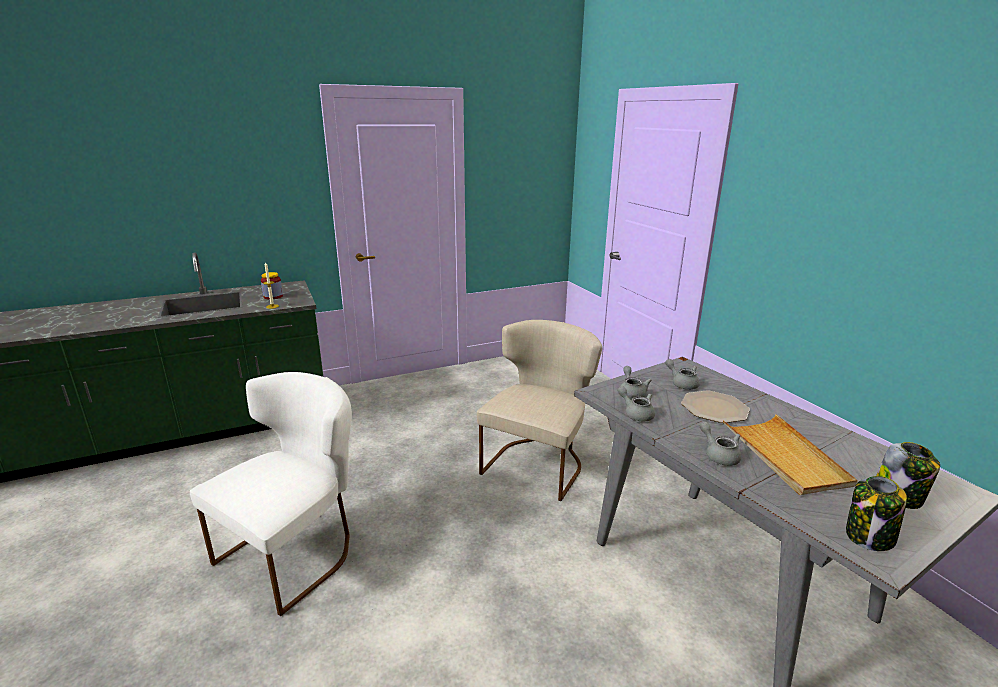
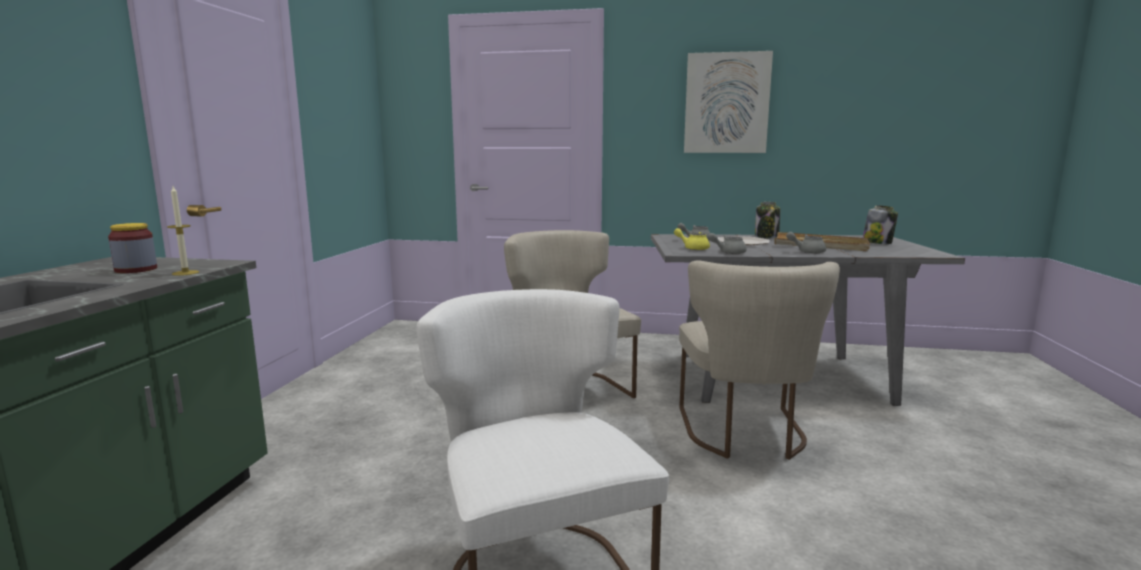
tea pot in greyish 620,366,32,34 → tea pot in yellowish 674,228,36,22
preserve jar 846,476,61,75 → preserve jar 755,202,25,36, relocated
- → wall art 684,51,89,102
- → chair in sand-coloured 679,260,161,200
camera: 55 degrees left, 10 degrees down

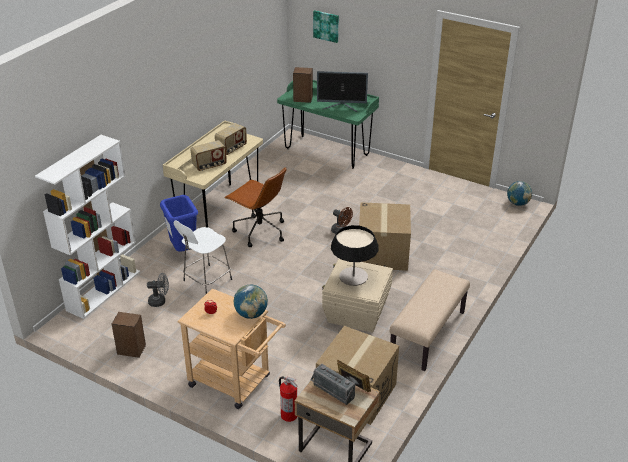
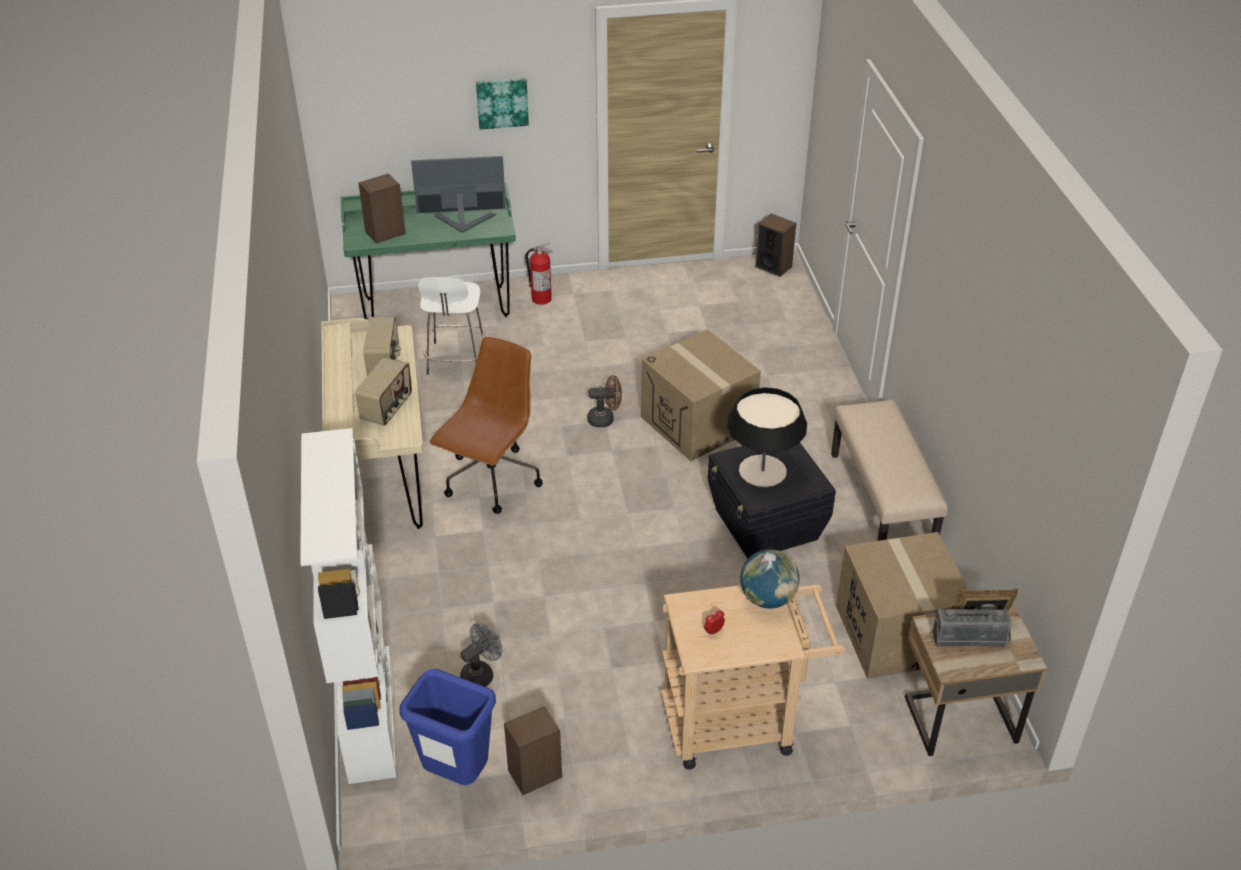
wall art 313,10,26,33 → wall art 476,78,53,52, relocated
computer screen 317,71,51,41 → computer screen 411,156,95,77, 150 degrees counterclockwise
computer chair in brown 225,167,62,80 → computer chair in brown 430,337,113,177, 60 degrees counterclockwise
globe 507,181,25,25 → loudspeaker 755,214,41,63
trash can in bluish 160,195,38,57 → trash can in bluish 399,669,97,116, relocated
stool in white 174,221,58,73 → stool in white 418,277,66,98, relocated
storage container in sand-coloured 322,259,71,74 → storage container in blackish 708,443,128,116
extinguisher 279,377,19,45 → extinguisher 526,242,26,63, relocated
camera: 40 degrees left, 5 degrees up

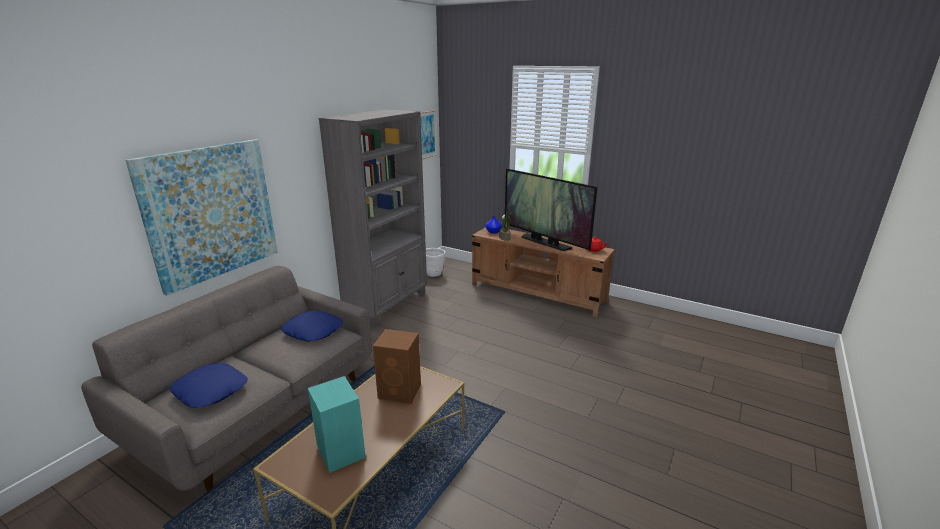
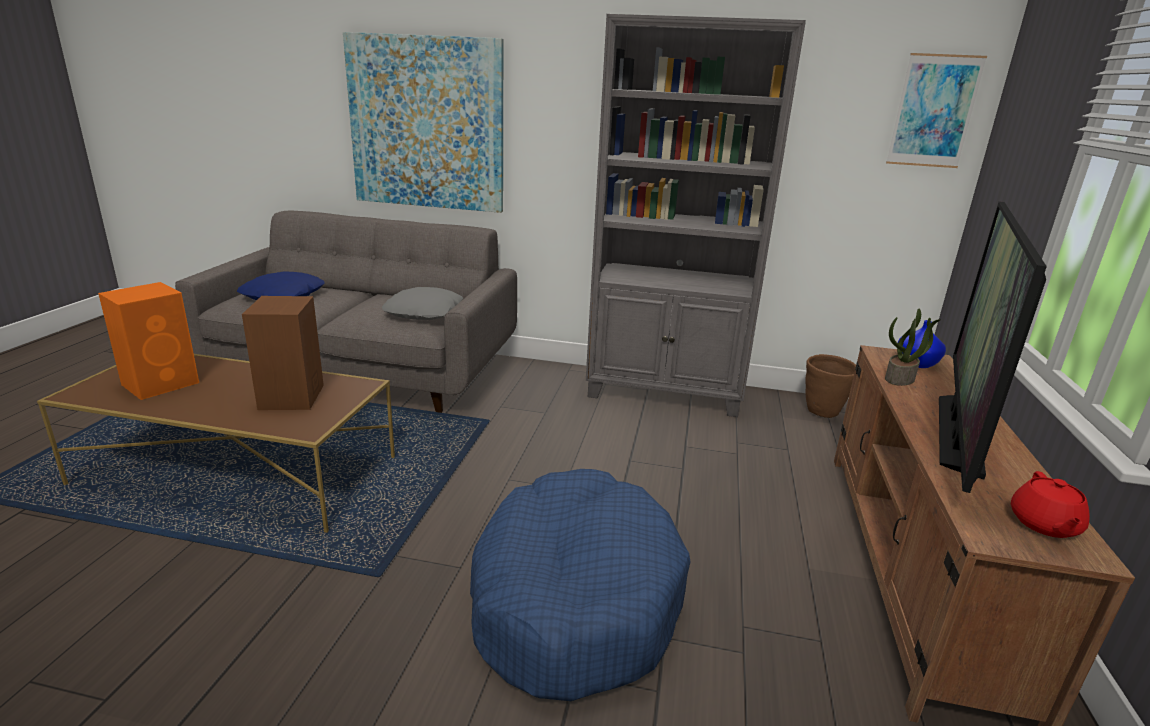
planter in white 426,248,19,29 → planter in brown 805,354,51,64
throw pillow in bluish 281,311,62,31 → throw pillow in greyish 382,287,81,33
loudspeaker in turquoise 308,376,58,97 → loudspeaker in orangey 98,282,101,118
- → dog bed in bluish 470,469,221,232
camera: 70 degrees right, 0 degrees up

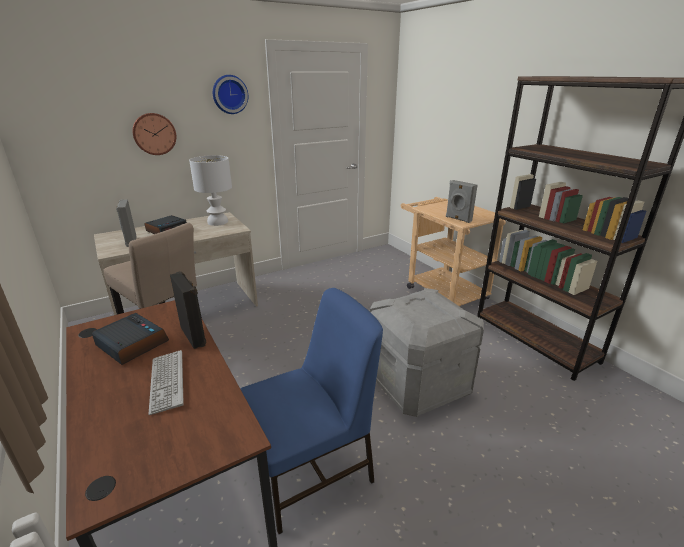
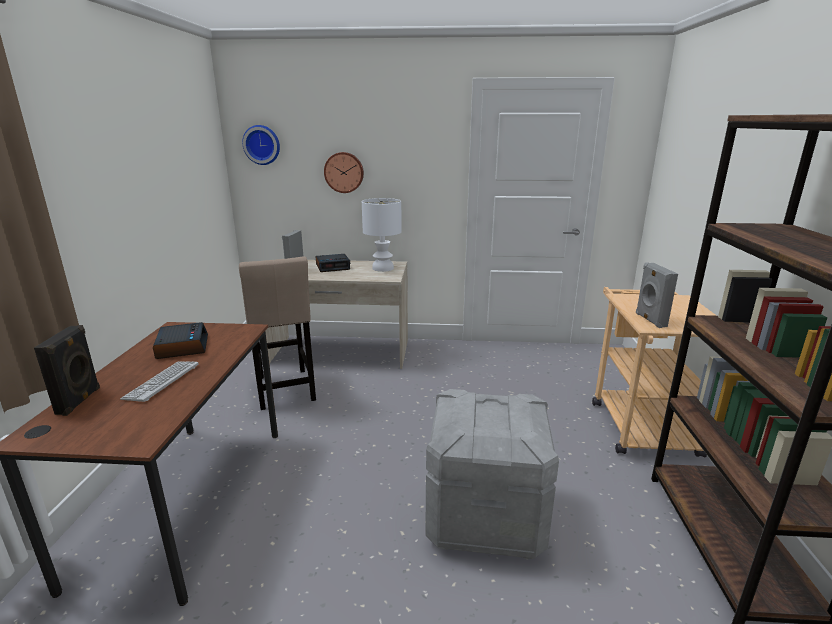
hanging clock 213,75,35,39 → hanging clock 242,125,38,40, relocated
loudspeaker in blackish 170,271,36,78 → loudspeaker in blackish 34,325,66,91, relocated
chair in bluish 240,288,143,246 → -
camera: 35 degrees right, 5 degrees down

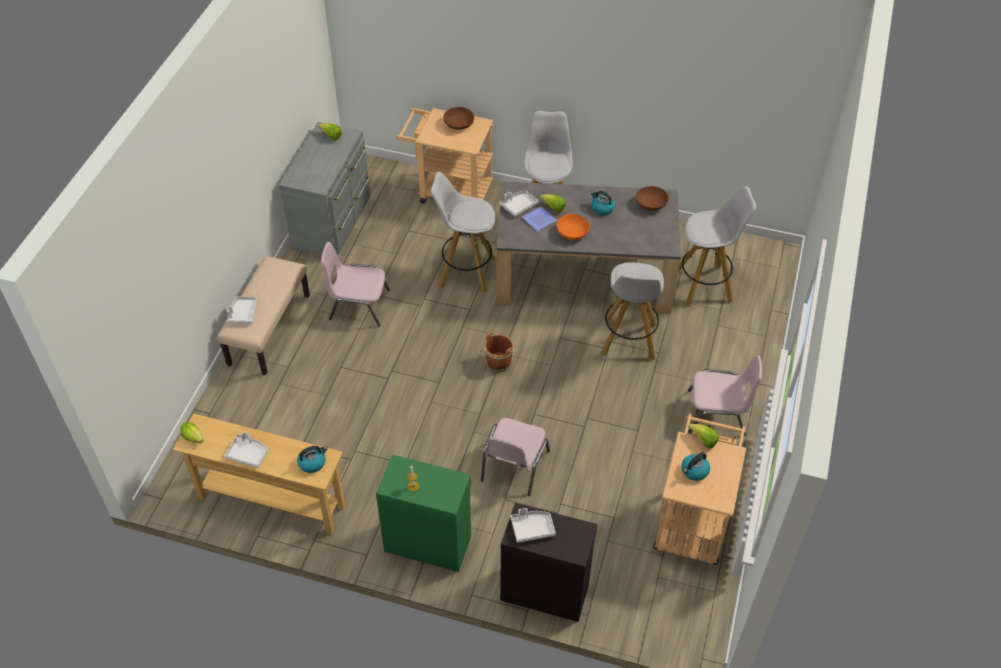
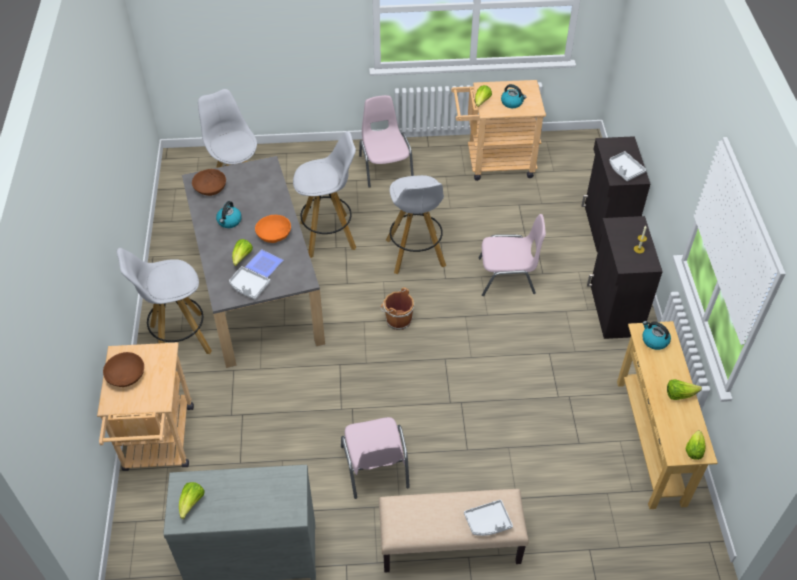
stool in white 431,172,64,121 → stool in white 386,175,60,99, relocated
serving tray in white 225,432,43,36 → lettuce 667,379,35,21
cupboard in green-coloured 376,454,95,118 → cupboard in blackish 587,216,76,123
camera: 110 degrees left, 0 degrees up

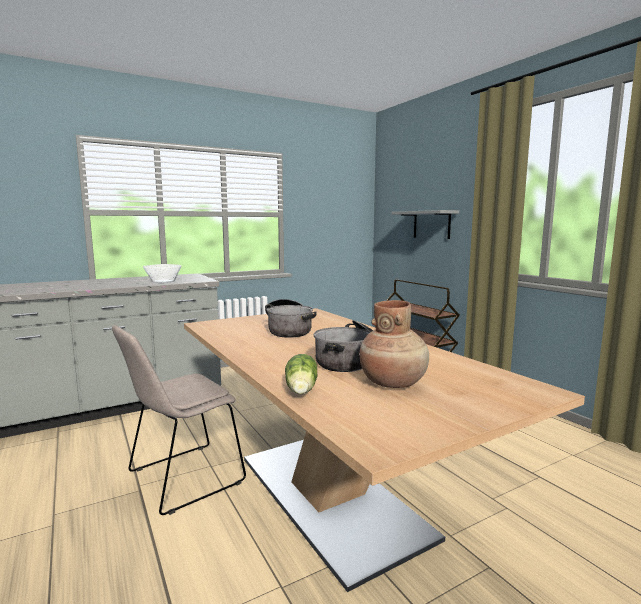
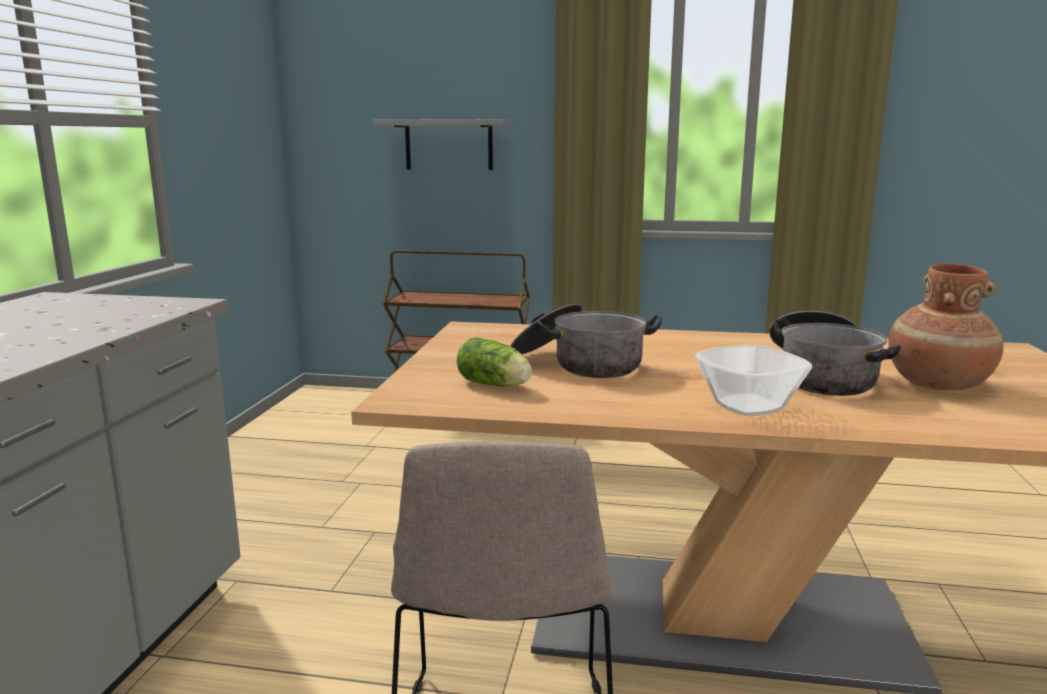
bowl 143,264,38,19 → bowl 695,345,117,71, relocated
lettuce 285,354,33,41 → lettuce 457,337,75,49, relocated
camera: 50 degrees left, 5 degrees up

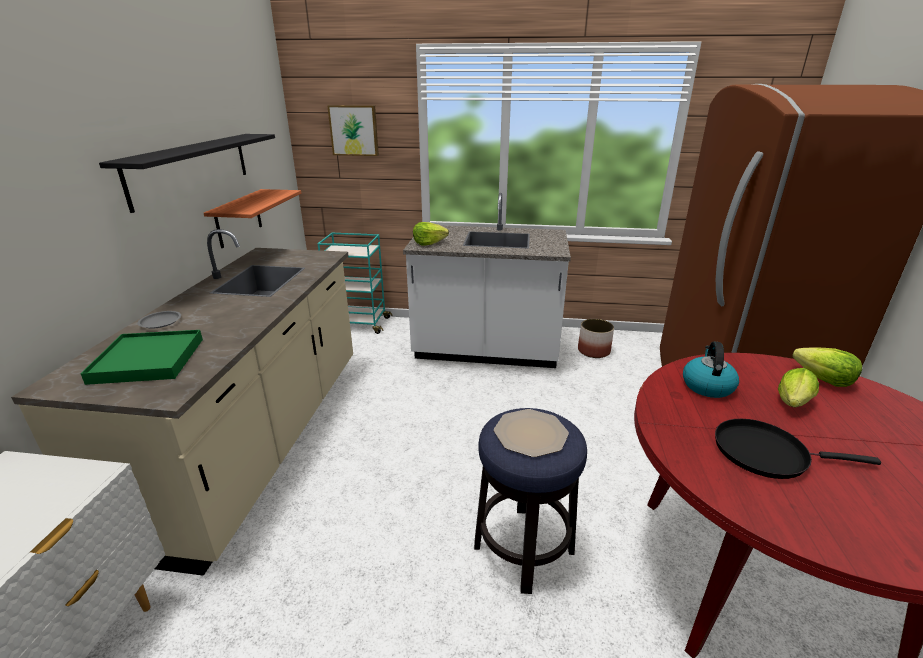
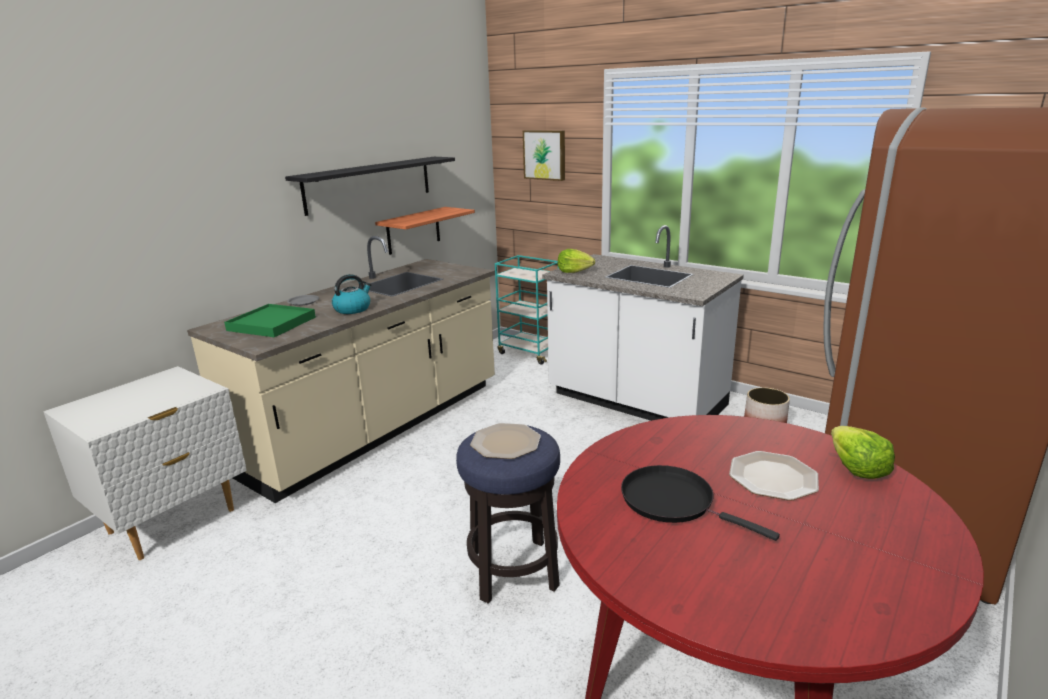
tea kettle 683,341,56,57 → tea kettle 332,274,40,40, relocated
lettuce 778,368,41,40 → plate 729,451,90,50
camera: 30 degrees right, 5 degrees down

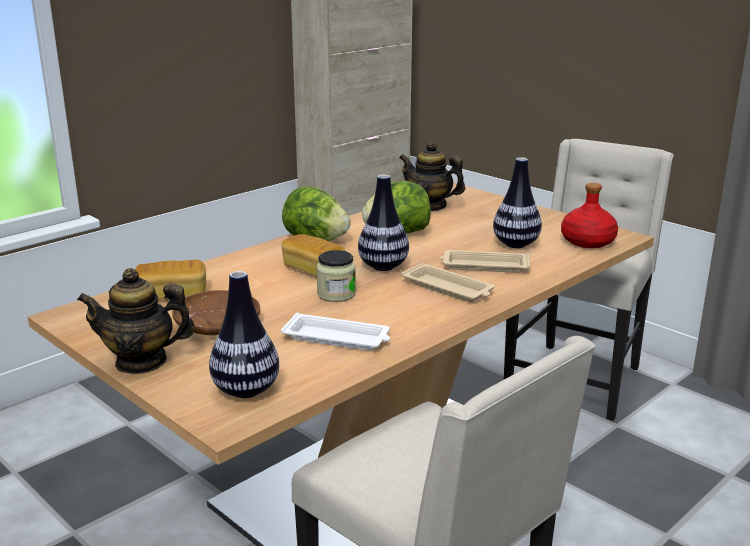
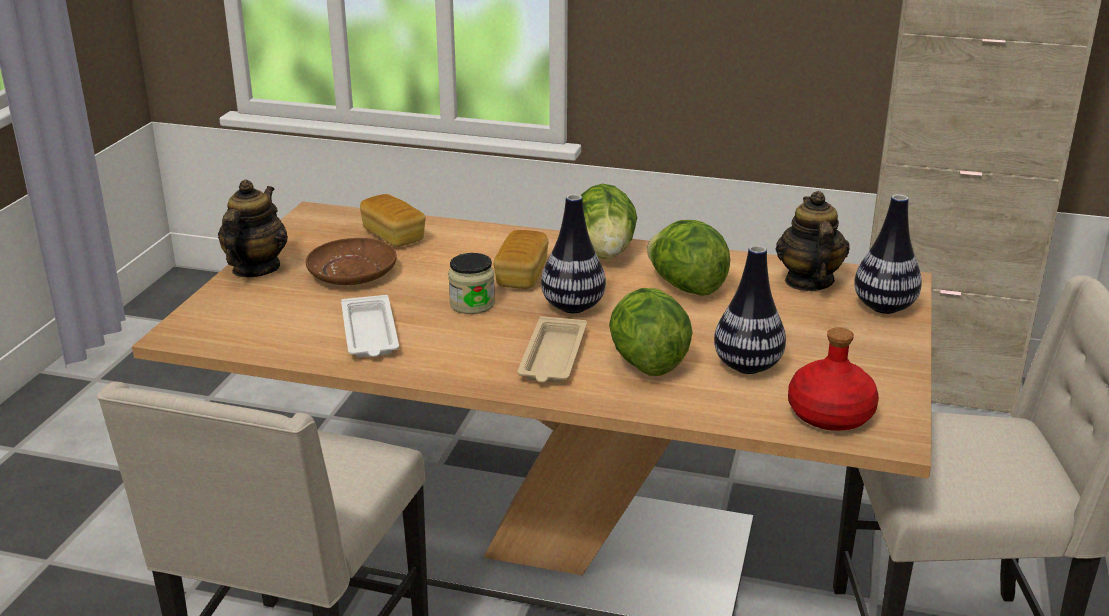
serving tray in sand-coloured 440,250,91,23 → lettuce 609,288,84,88
tea pot 77,268,118,106 → tea pot 218,180,70,97, 45 degrees clockwise
flower vase 209,271,70,127 → flower vase 854,194,68,120, relocated
camera: 60 degrees right, 5 degrees up

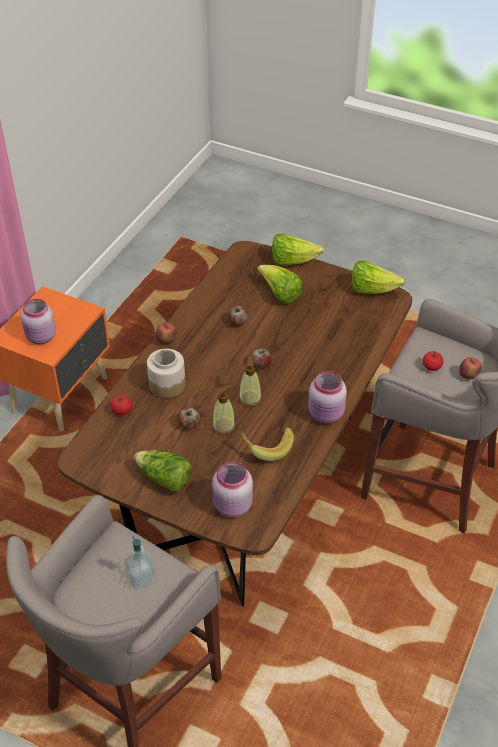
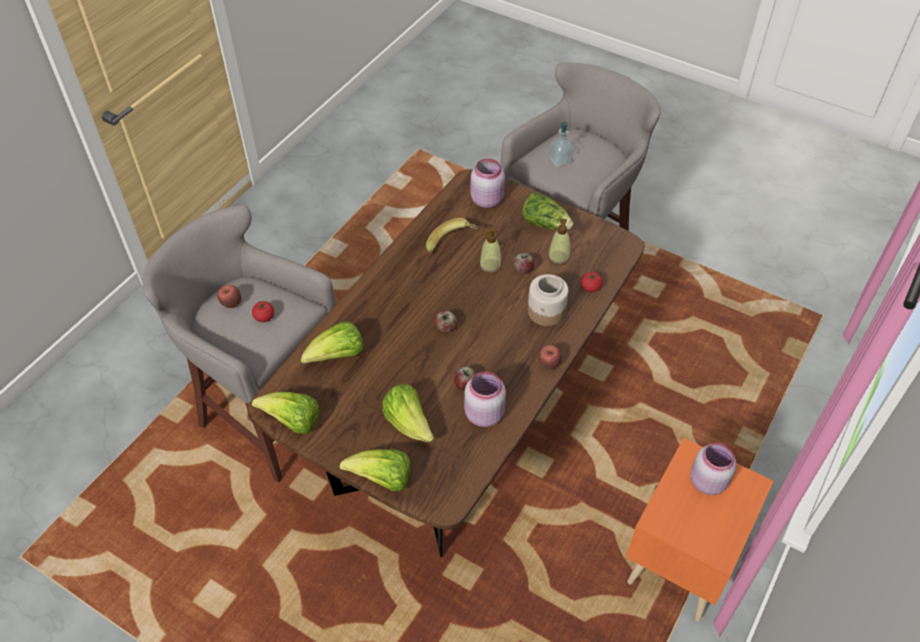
soap dispenser 239,354,23,53 → soap dispenser 548,219,22,47, relocated
preserve jar in pinkish 308,371,39,53 → preserve jar in pinkish 464,371,42,56, relocated
- → lettuce 301,321,62,43
camera: 175 degrees left, 5 degrees up

